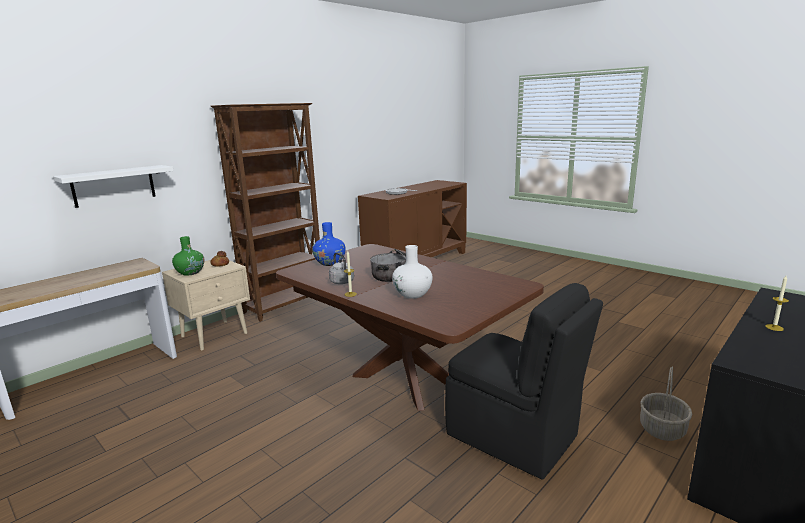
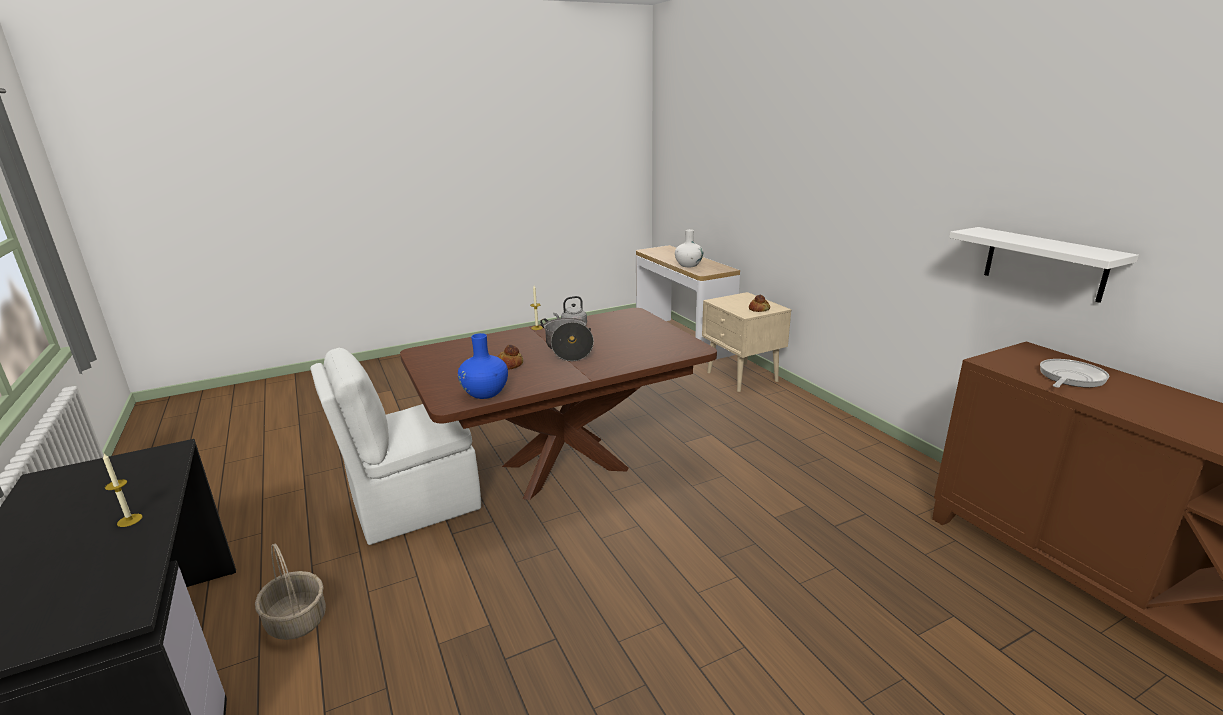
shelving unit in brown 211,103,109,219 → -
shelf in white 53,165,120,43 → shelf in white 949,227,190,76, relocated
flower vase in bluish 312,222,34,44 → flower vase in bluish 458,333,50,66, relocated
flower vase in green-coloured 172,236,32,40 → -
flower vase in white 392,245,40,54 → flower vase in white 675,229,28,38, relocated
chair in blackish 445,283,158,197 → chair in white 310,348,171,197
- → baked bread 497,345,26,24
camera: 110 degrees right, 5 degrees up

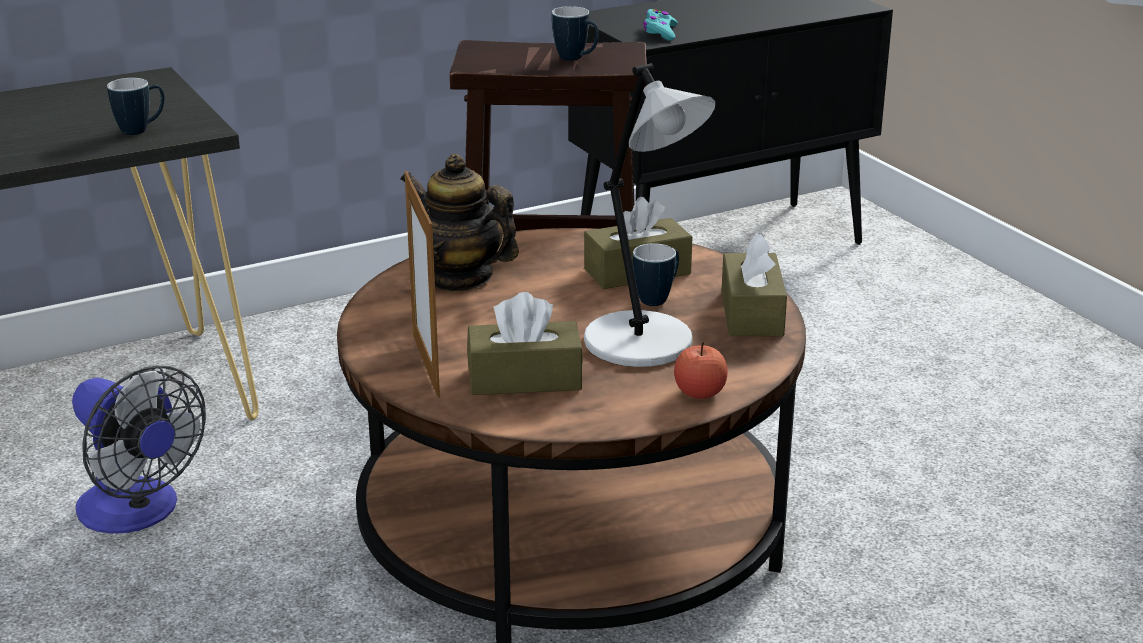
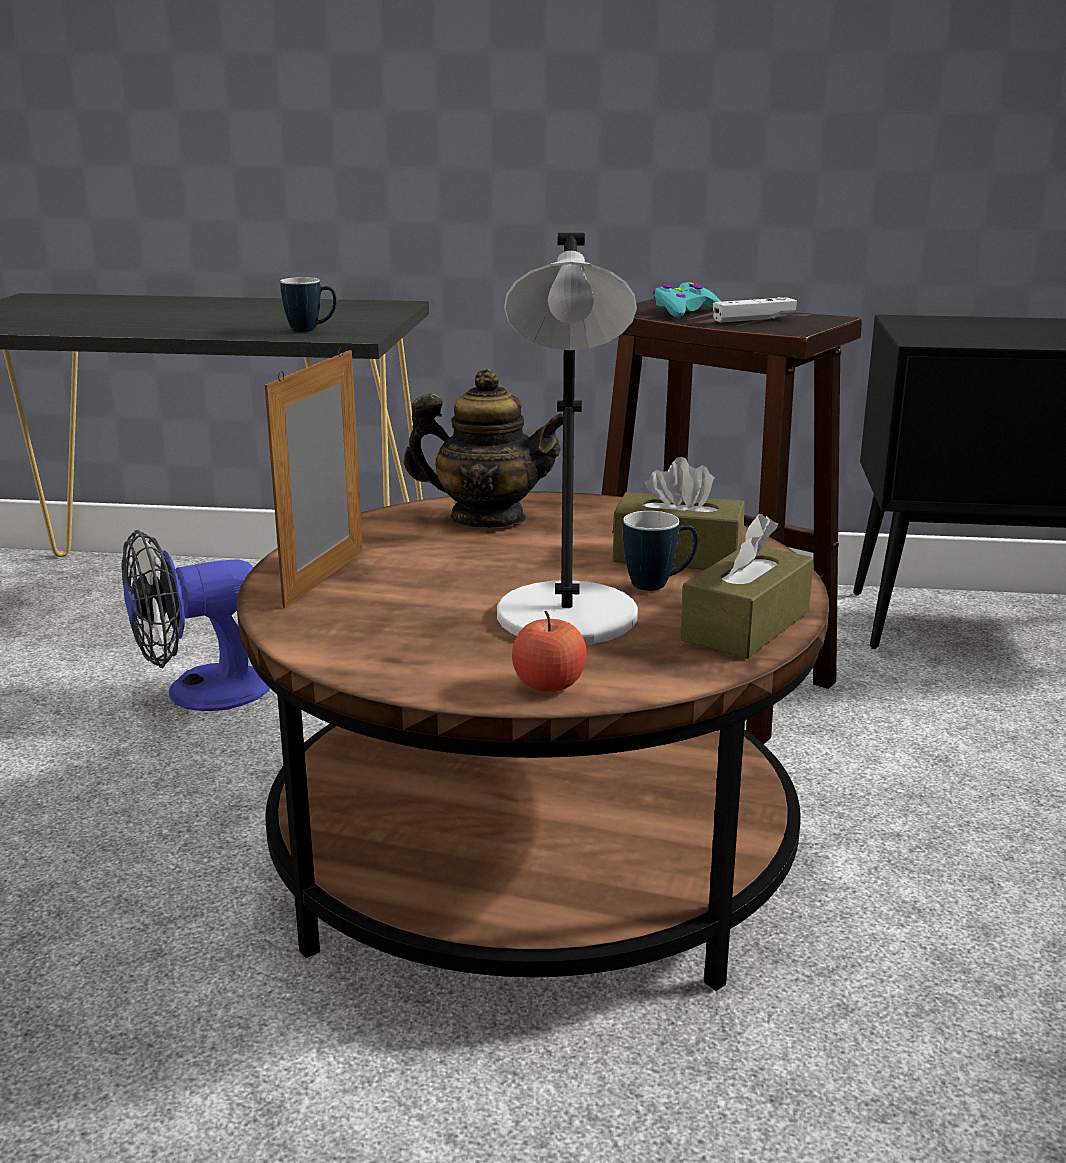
mug 552,6,47,55 → game controller in white 713,297,84,25
game controller in turquoise 643,9,35,32 → game controller in turquoise 653,282,68,35, relocated
tea pot 400,154,119,138 → tea pot 403,368,160,160, 120 degrees clockwise
tissue holder in brown 467,292,116,103 → -
electric fan 72,366,134,168 → electric fan 121,530,149,181, 75 degrees clockwise
camera: 35 degrees right, 5 degrees down

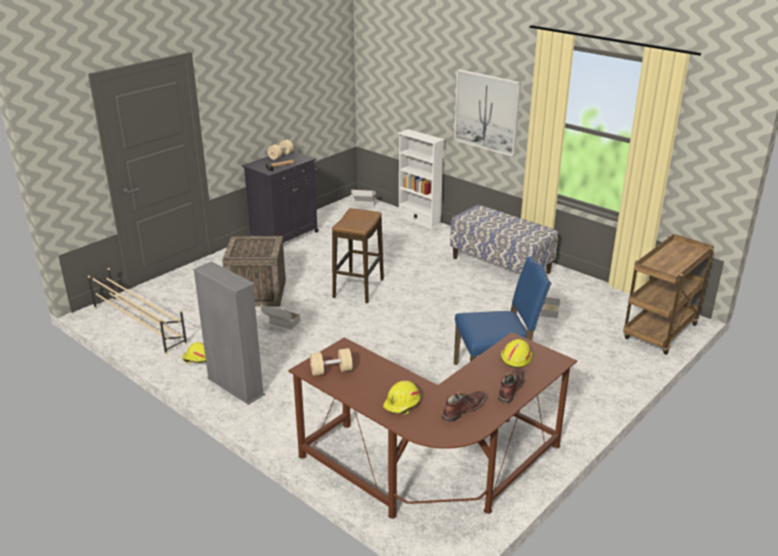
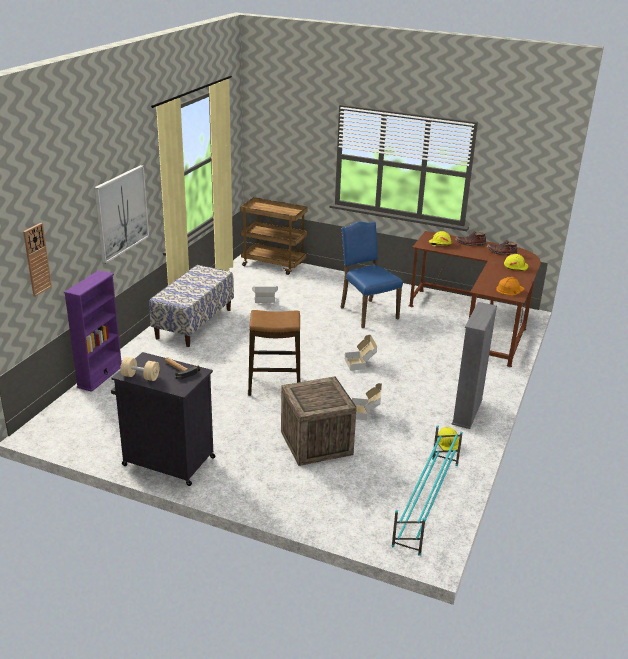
shelving unit in white 397,129,47,100 → shelving unit in purple-coloured 64,270,58,122
cardboard box 351,190,25,17 → cardboard box 345,335,32,36, relocated
shoe rack in sand-coloured 88,268,99,87 → shoe rack in turquoise 392,425,71,131
hand weight in sand-coloured 310,348,43,28 → work helmet in orangey 496,277,29,19
- → hanging clock 23,223,29,74
camera: 110 degrees left, 0 degrees up

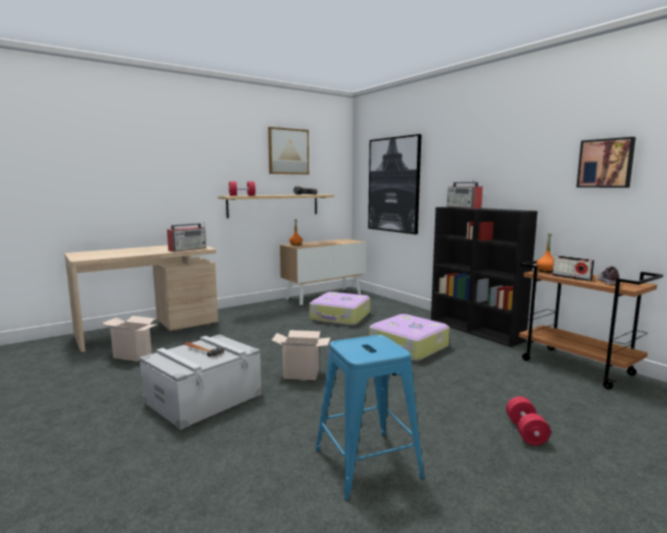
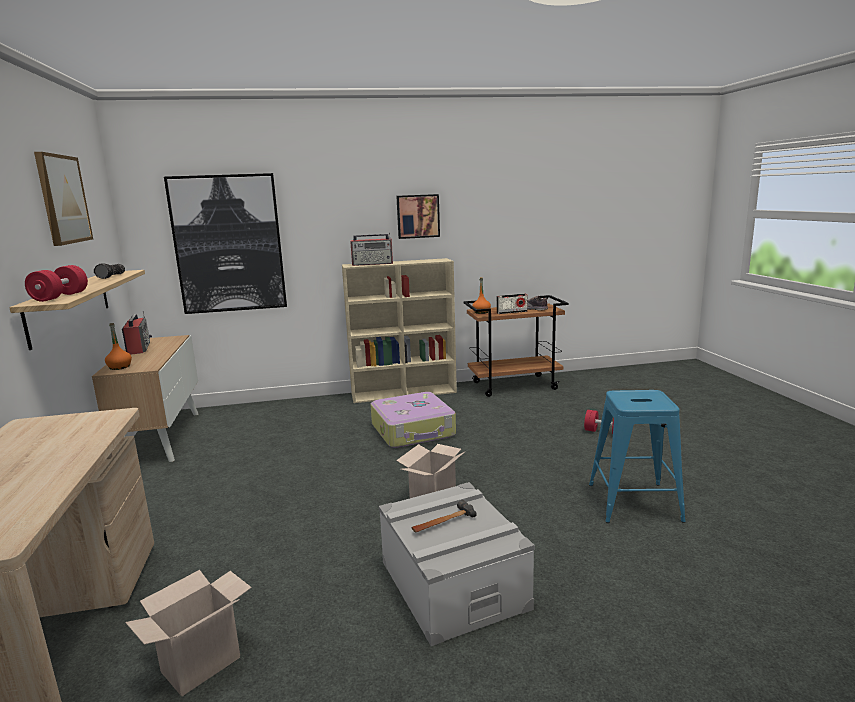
wall art 576,137,60,51 → wall art 396,194,44,45, relocated
shelving unit in blackish 431,207,107,140 → shelving unit in sand-coloured 342,258,115,145
radio set 167,223,39,29 → radio set 122,311,30,44, relocated
suitcase 309,292,61,34 → -
camera: 65 degrees left, 5 degrees up

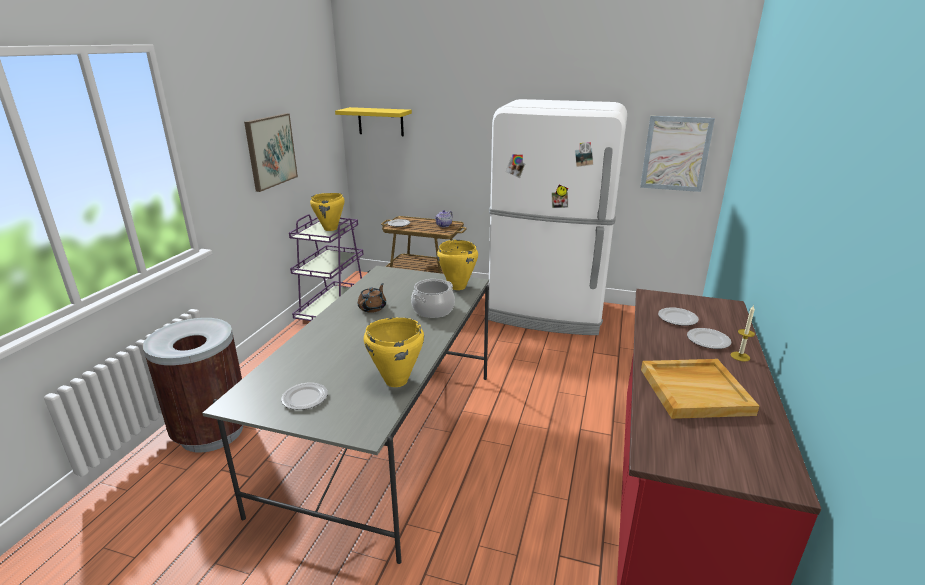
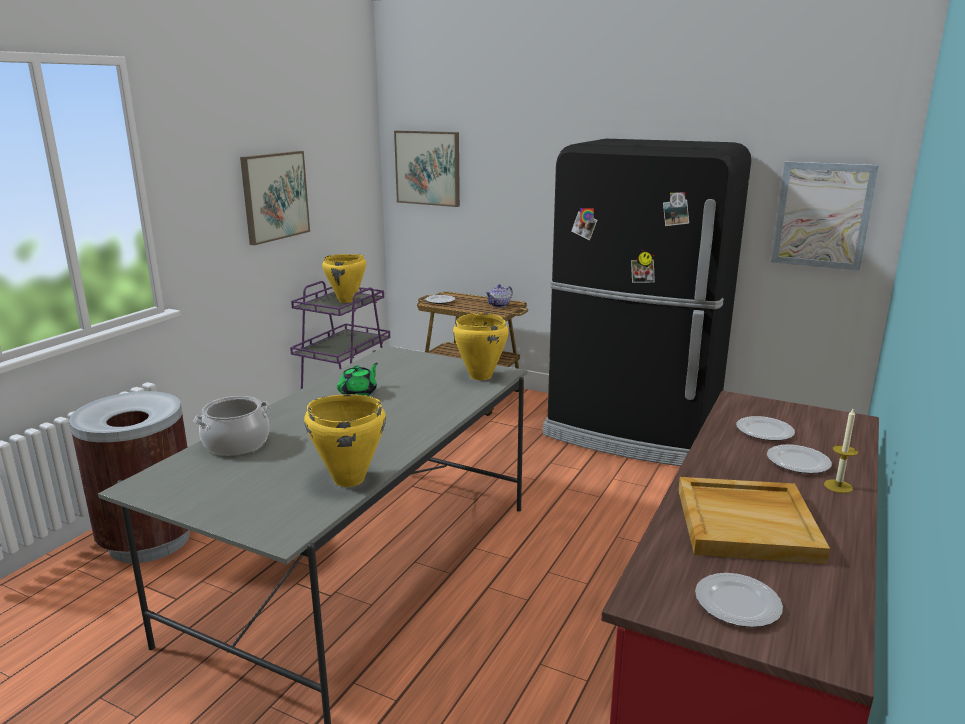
kitchen fridge in white 488,99,139,236 → kitchen fridge in blackish 543,139,208,327
shelf in yellowish 335,107,77,29 → wall art 394,130,66,77
cooking pot 411,279,44,39 → cooking pot 194,396,76,60, relocated
tea pot in brown 358,283,28,30 → tea pot in green-coloured 337,363,41,33
plate 281,383,47,27 → plate 695,573,88,54, relocated
camera: 10 degrees right, 5 degrees down

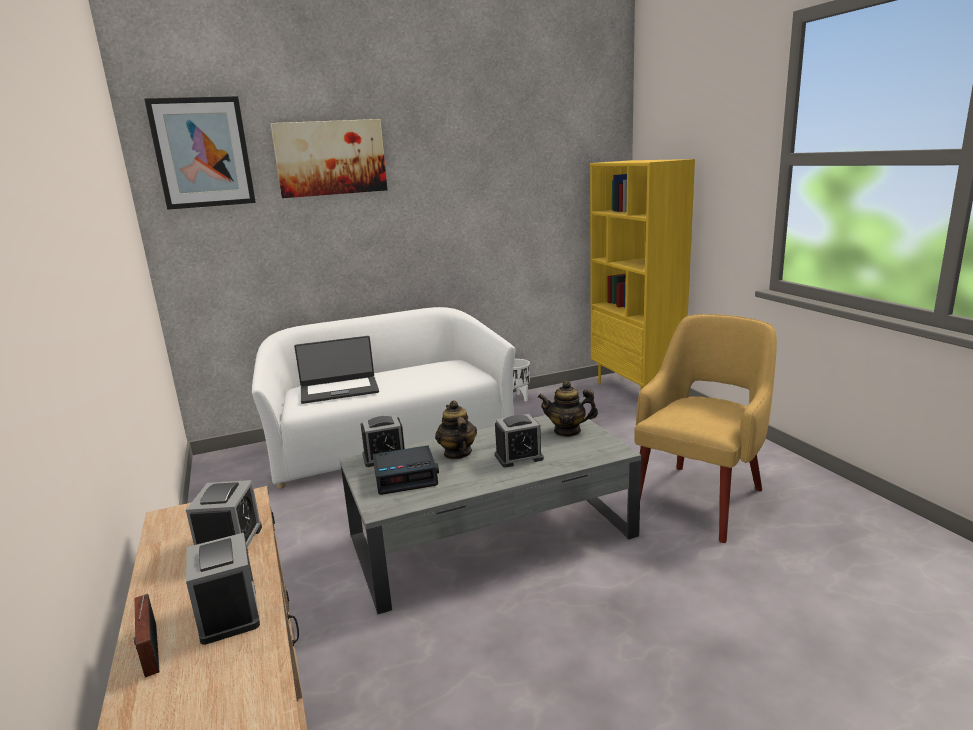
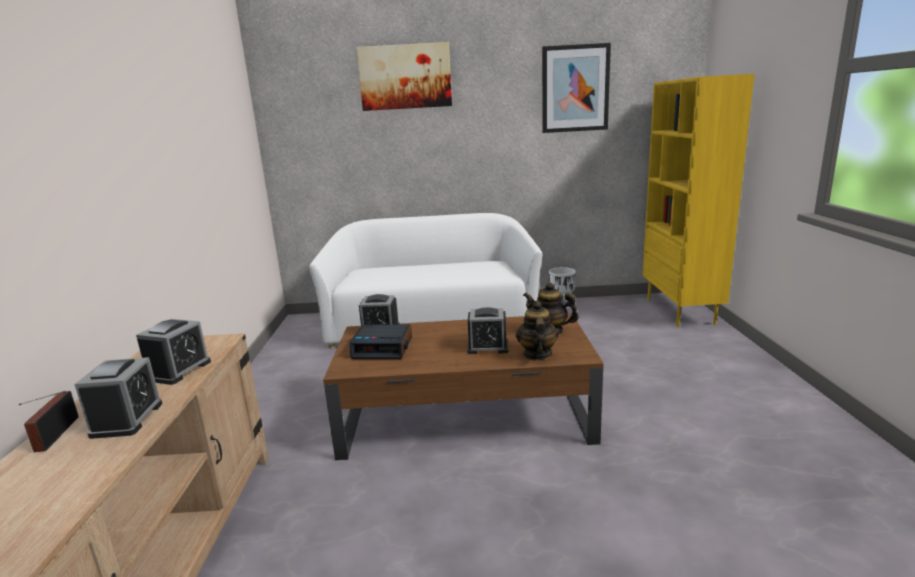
wall art 144,96,112,114 → wall art 542,43,69,90, relocated
lounge chair in yellowish 634,314,143,229 → -
laptop 294,336,85,68 → -
tea pot 435,400,42,59 → tea pot 516,301,43,59, relocated
lounge table in greyish 340,415,301,199 → lounge table in brown 323,313,281,147
camera: 20 degrees right, 0 degrees up

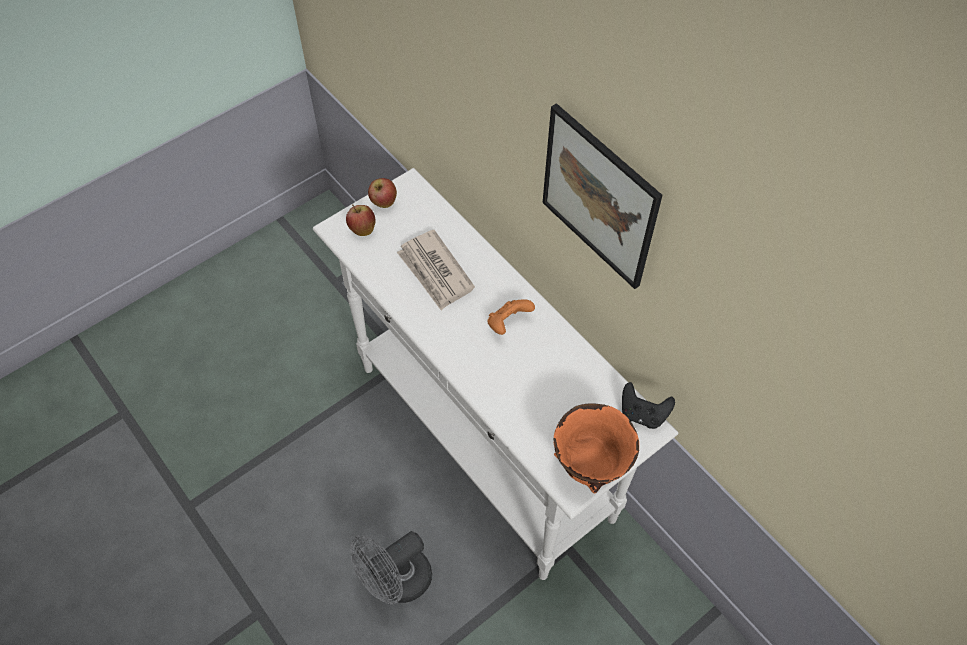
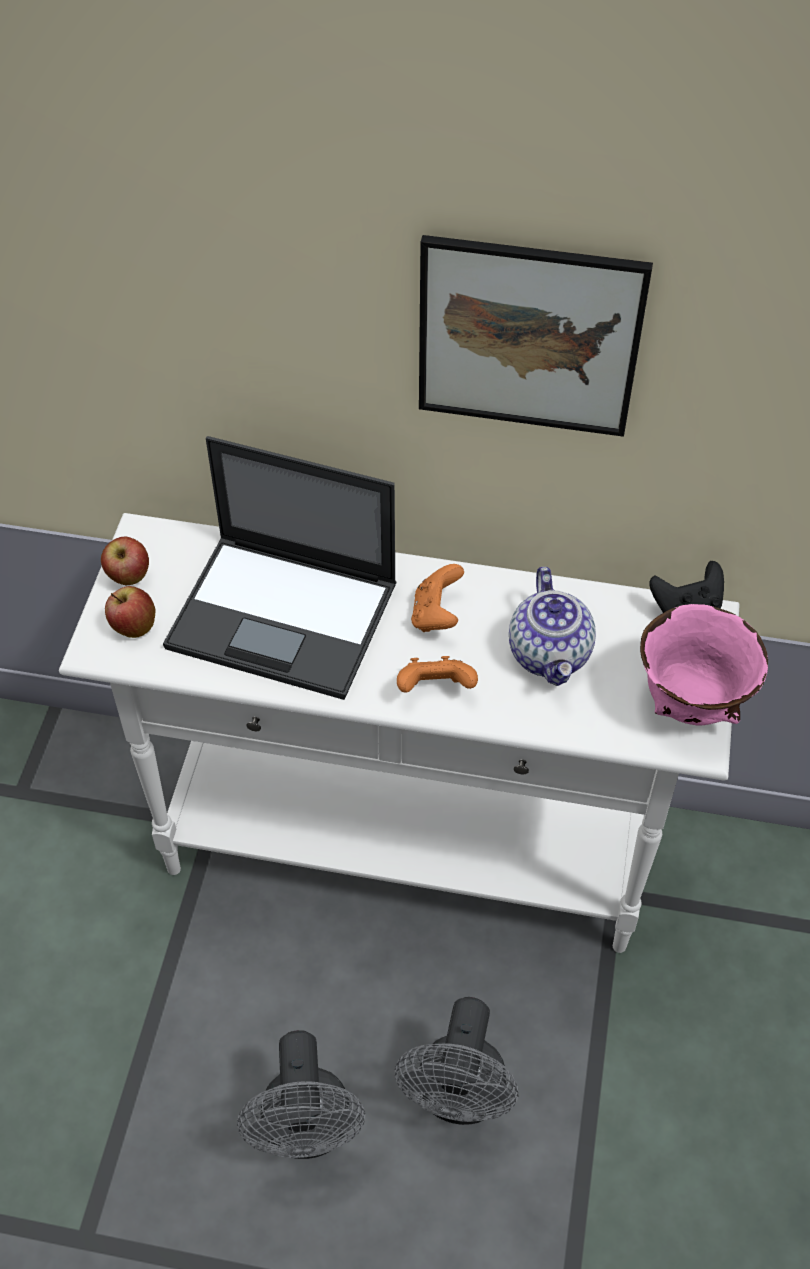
printed paper 397,230,78,80 → laptop 163,436,234,264
bowl in orangey 554,403,85,90 → bowl in pinkish 640,604,128,122
- → tea pot 509,567,87,119
- → game controller in orangey 397,656,81,37
- → electric fan in greyish 237,1030,128,129
camera: 40 degrees left, 5 degrees down

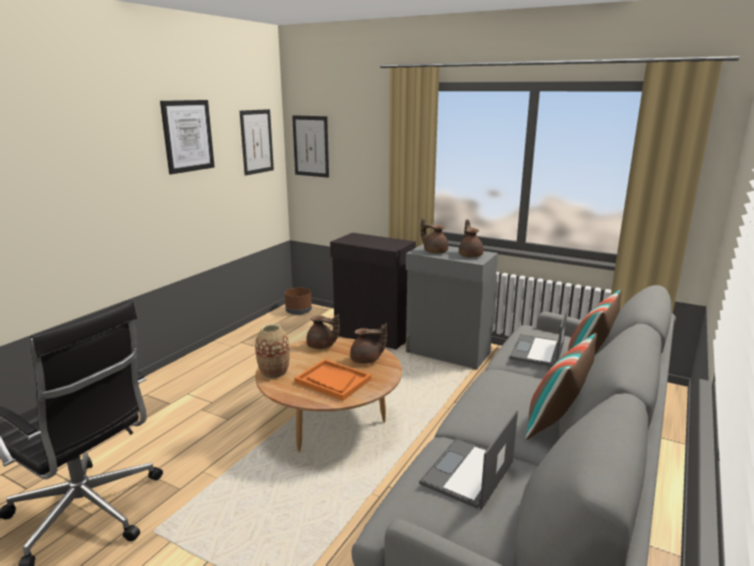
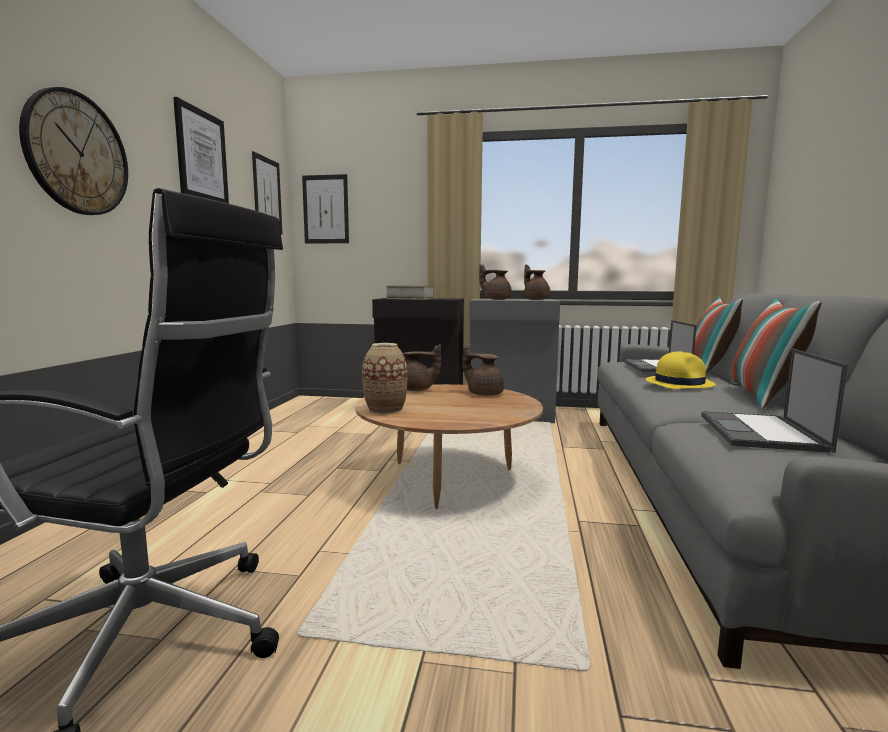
planter in brown 285,288,27,27 → -
tea pot in brown 350,323,37,41 → tea pot in brown 463,345,41,51, 120 degrees counterclockwise
serving tray in orangey 295,359,76,42 → -
- → hanging clock 19,87,109,128
- → bound book 385,285,50,15
- → clothing hat in yellowish 646,351,70,38
camera: 20 degrees left, 10 degrees down

